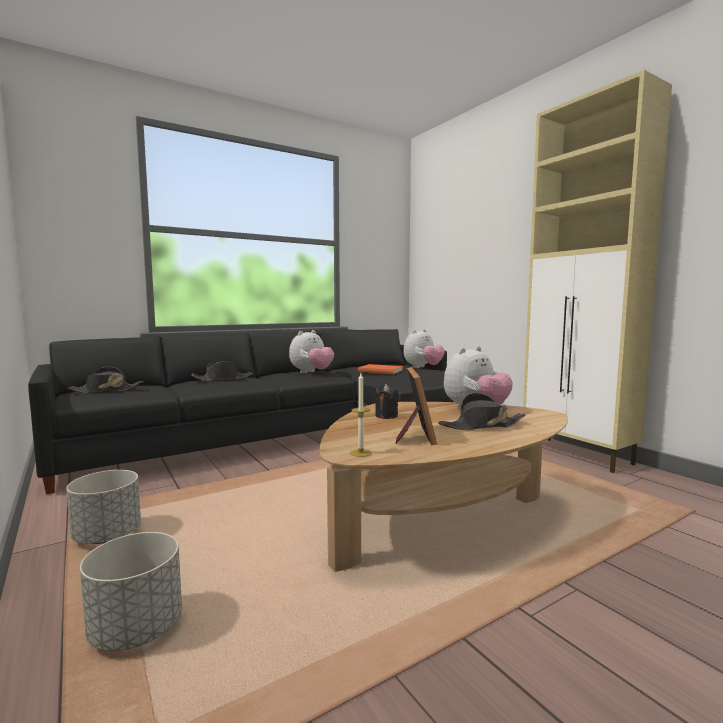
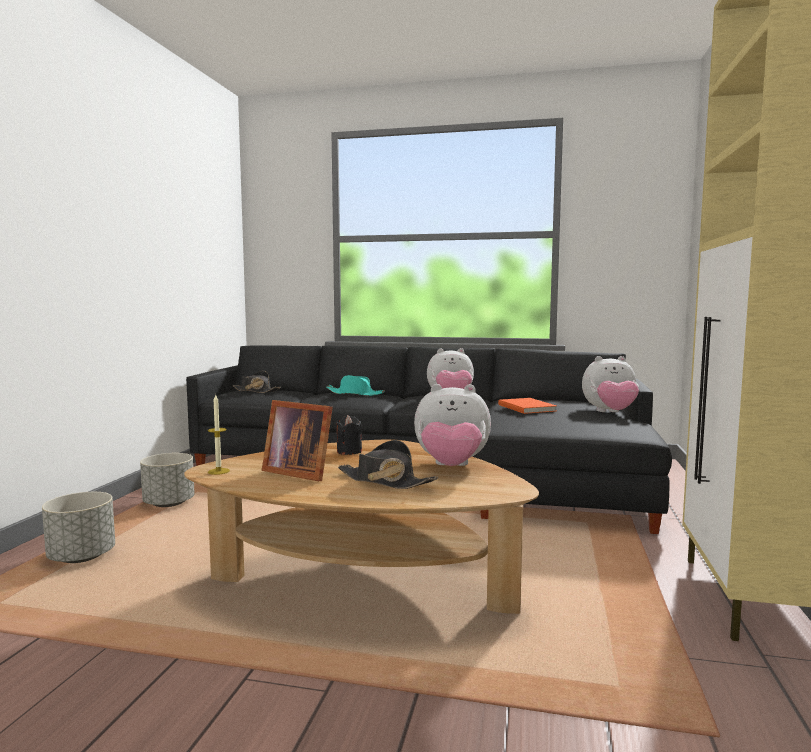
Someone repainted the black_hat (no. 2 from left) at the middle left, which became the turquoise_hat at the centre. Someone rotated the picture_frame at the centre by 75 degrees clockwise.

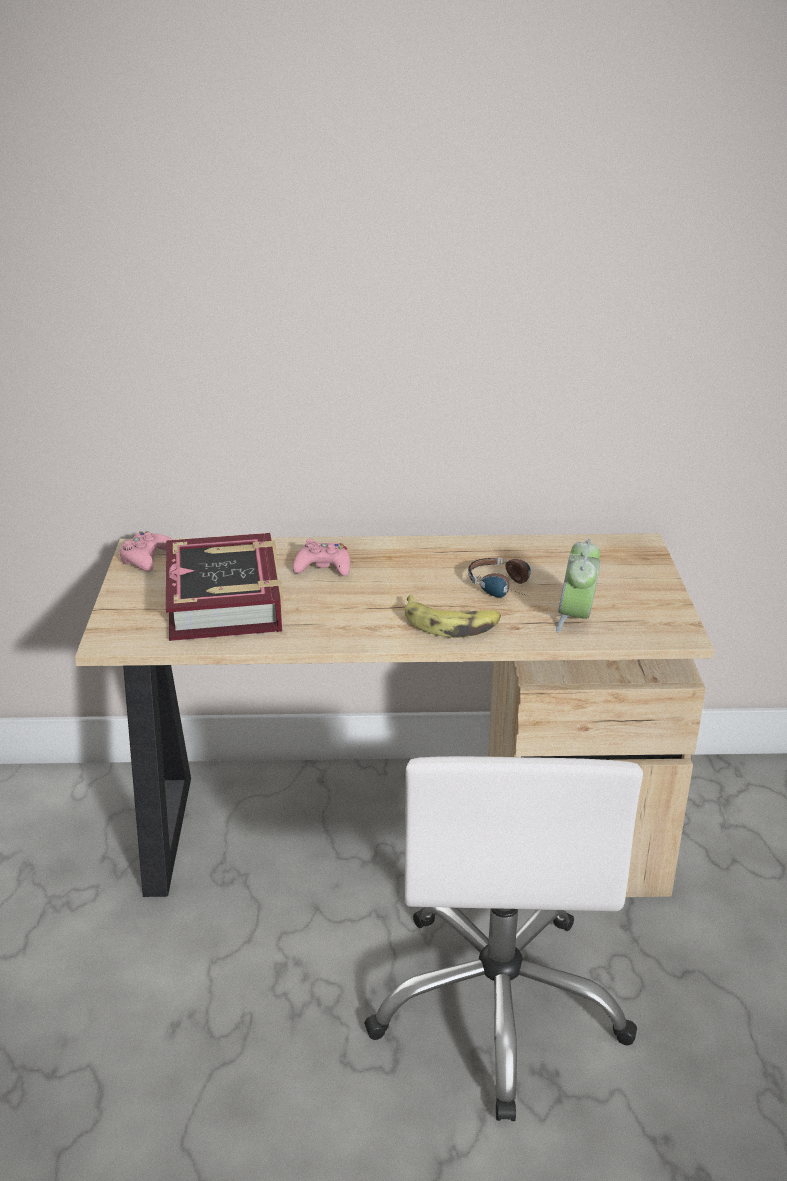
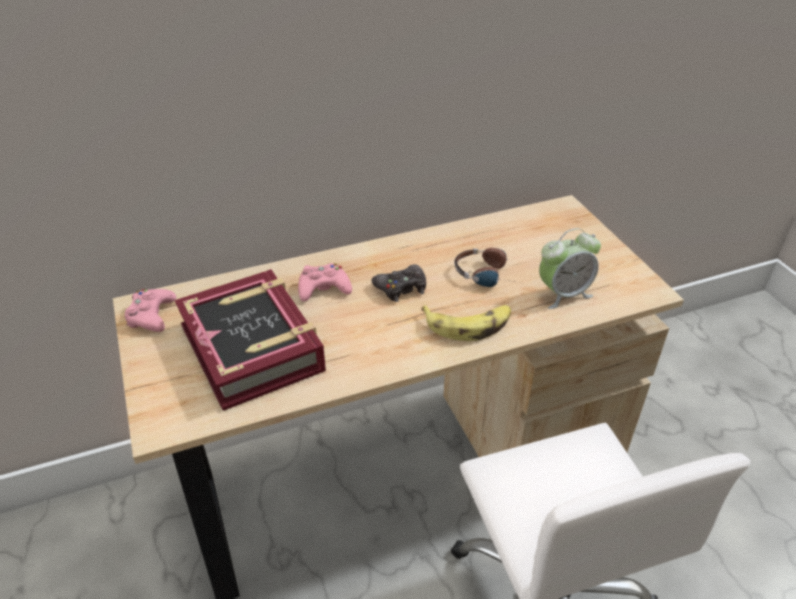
Someone rotated the alarm_clock at the middle right by 105 degrees counterclockwise. Someone put down the black_game_controller at the centre.

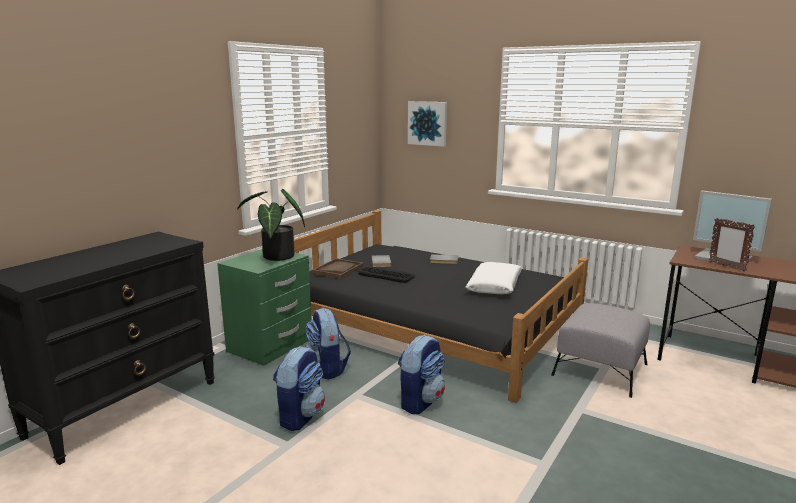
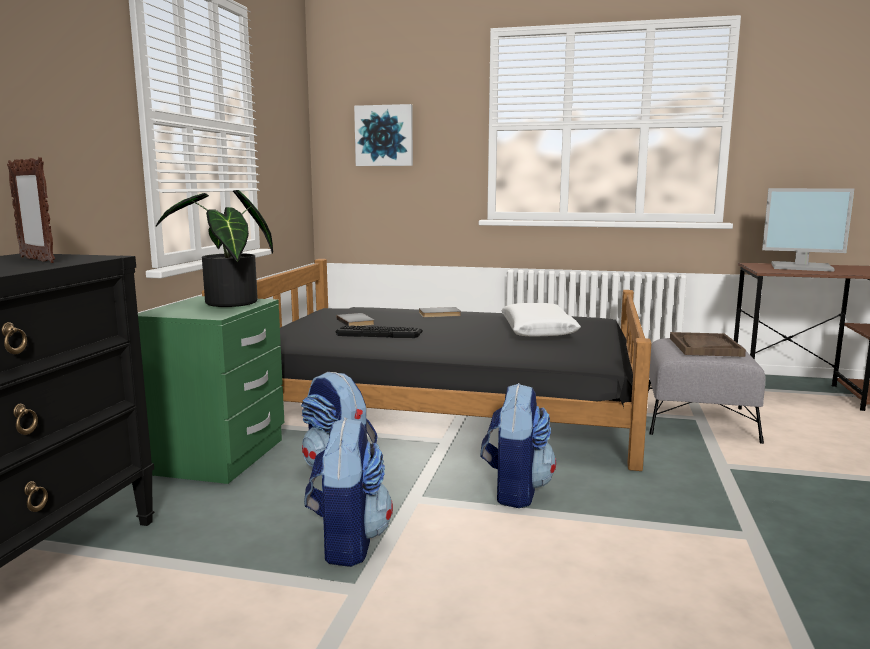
Someone carried the picture_frame from the middle right to the top left. Someone carried the brown_tray from the centre to the middle right.

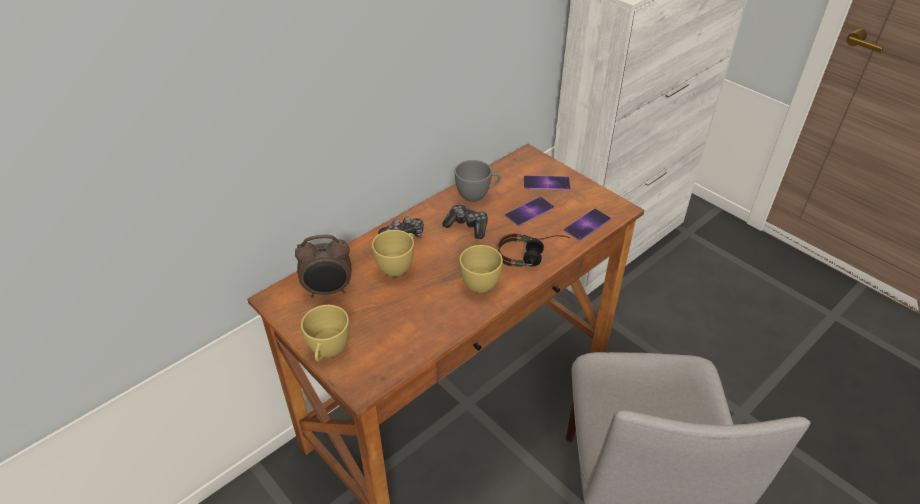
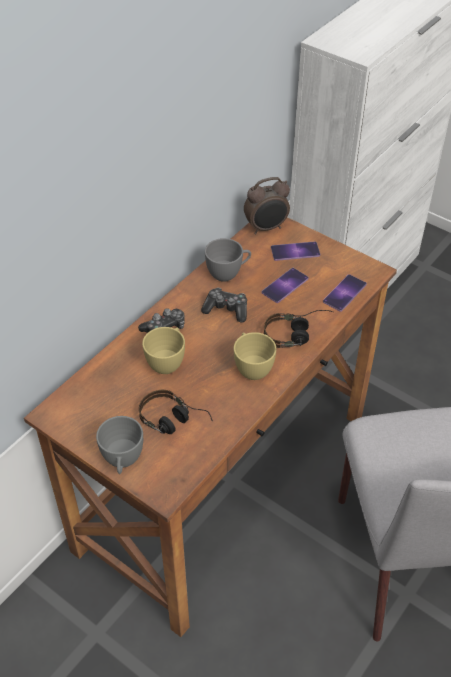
Someone carried the alarm_clock from the centre to the top centre. Someone repainted the yellow_cup (no. 1 from left) at the centre, which became the grey_cup (no. 1 from left) at the middle left. Someone put down the headphones (no. 1 from left) at the centre.

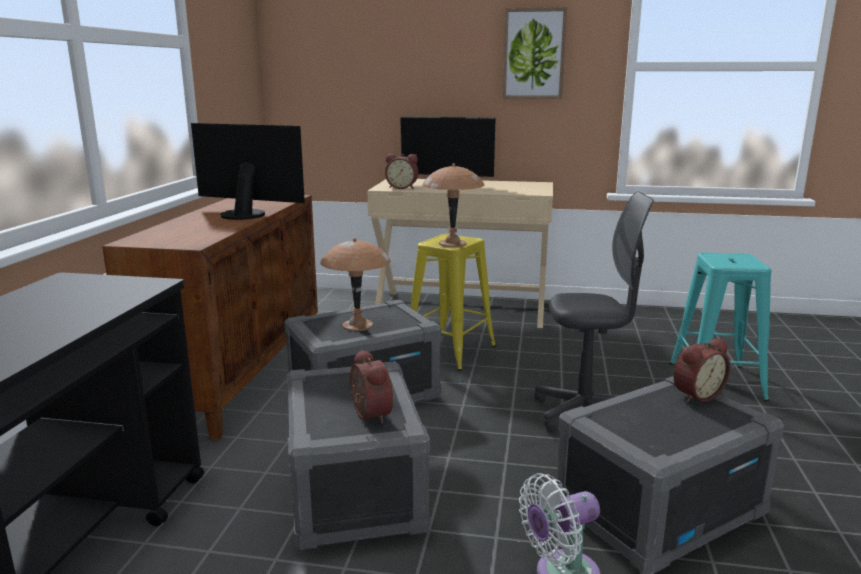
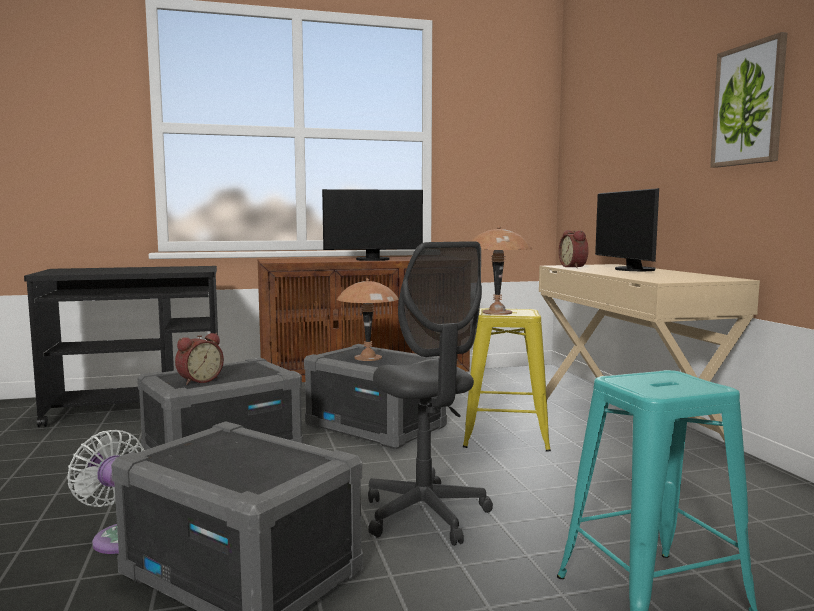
Someone rotated the monitor (no. 1 from left) at the top left by 90 degrees clockwise. Someone took away the alarm_clock (no. 3 from left) at the middle right.

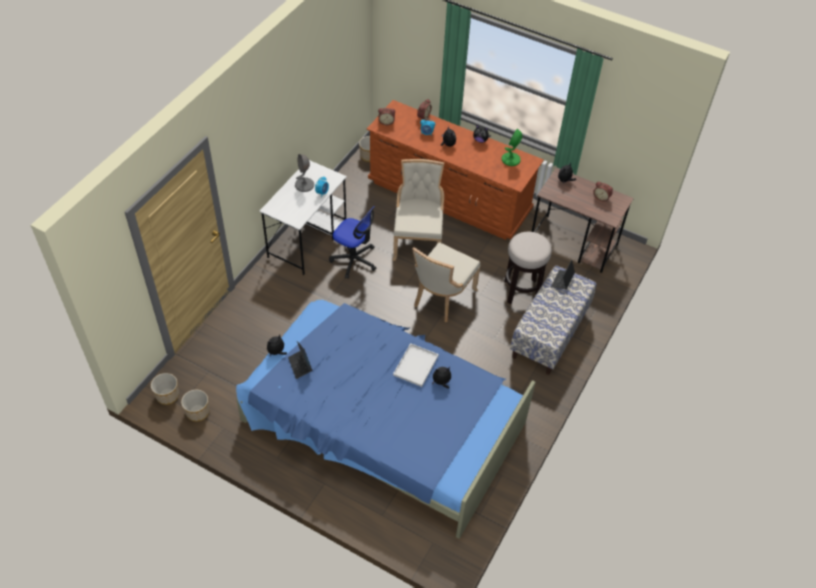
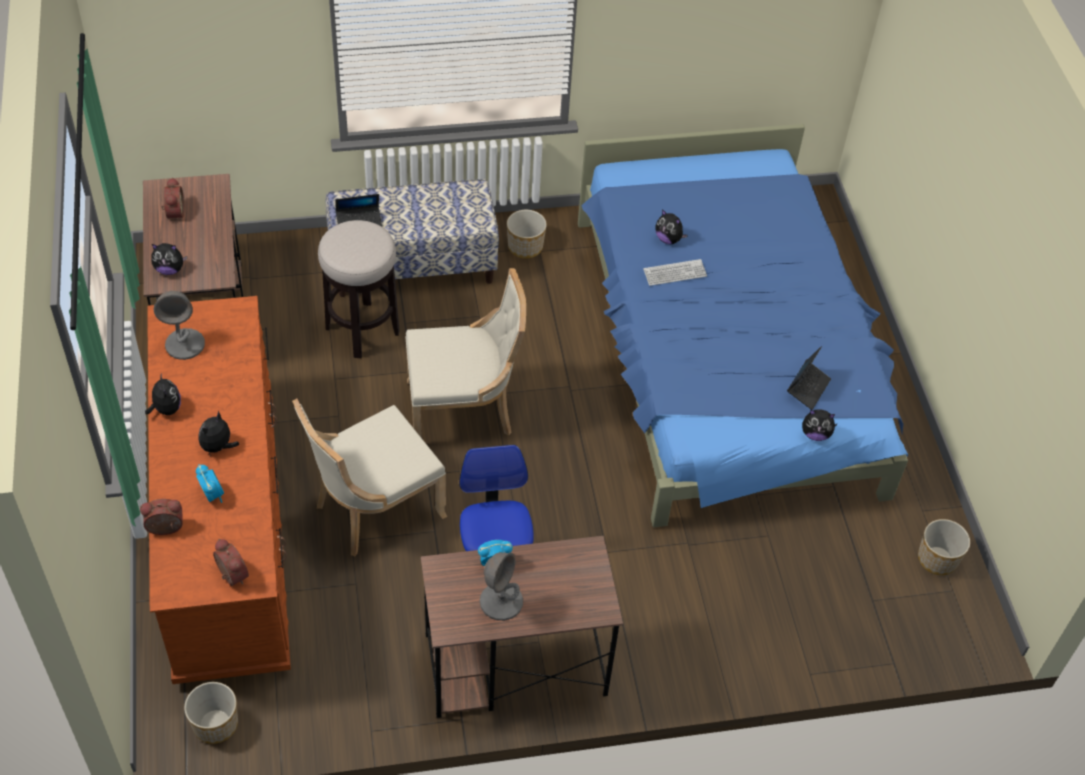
Someone repainted the green_table_lamp at the top centre, which became the grey_table_lamp (no. 1 from left) at the middle left. Someone repainted the white_desk at the centre, which became the brown_desk (no. 2 from left) at the bottom centre. Someone swapped the white_tray at the centre for the keyboard at the centre. Someone carried the planter (no. 1 from left in the first image) from the middle left to the top centre.

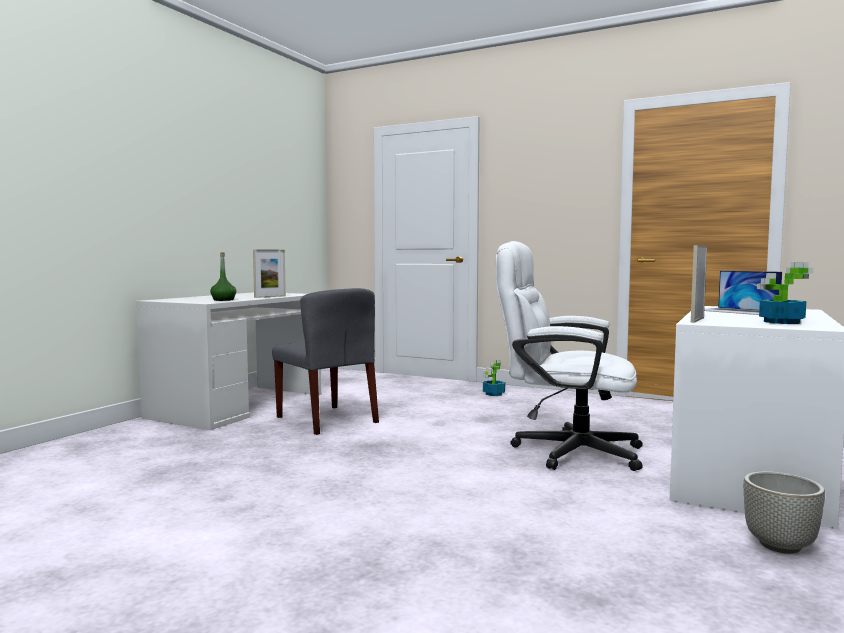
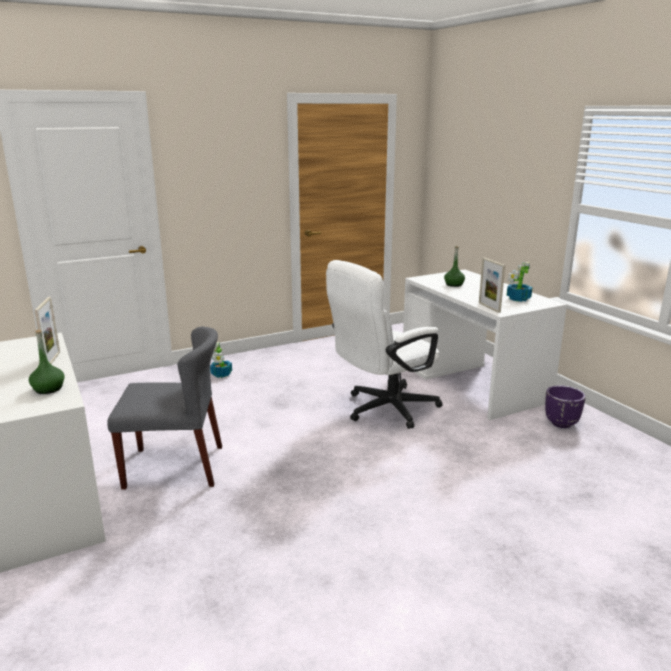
Someone swapped the laptop at the middle right for the green_bottle (no. 2 from left) at the middle right. Someone repainted the grey_planter at the bottom right, which became the purple_planter at the middle right.

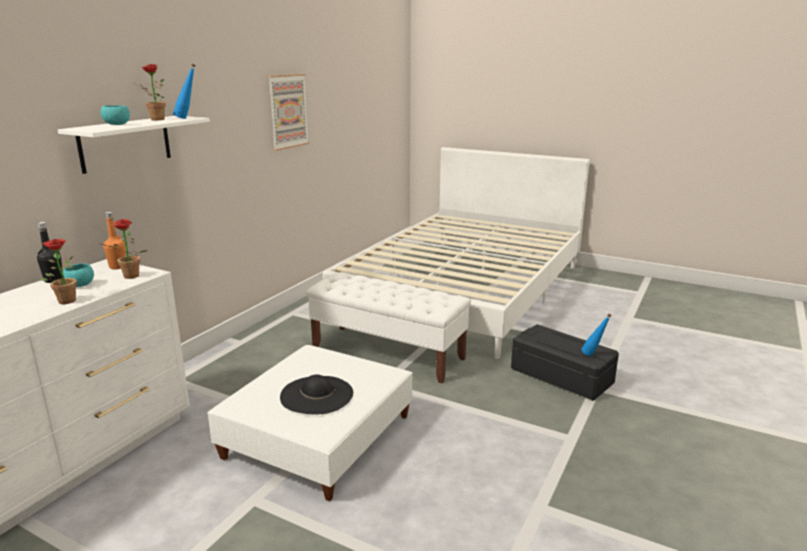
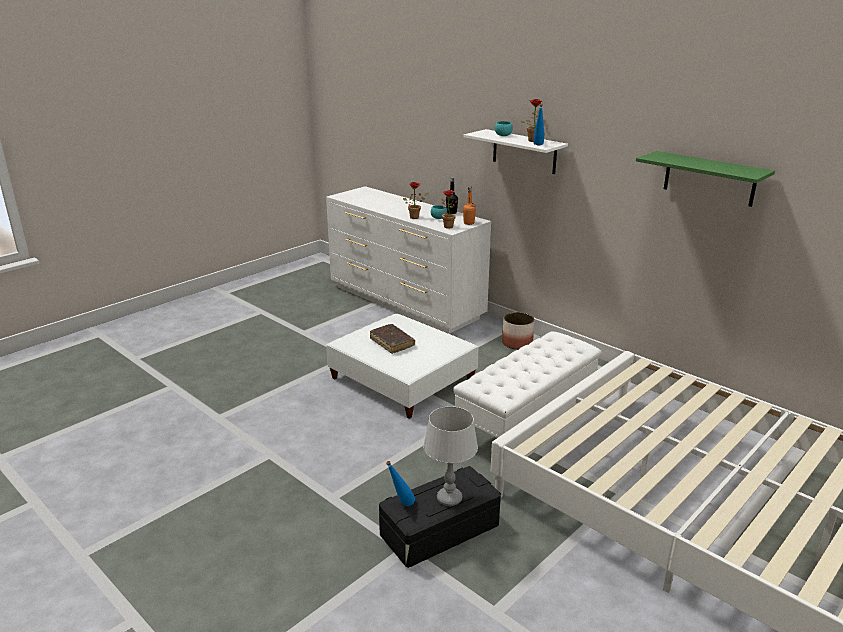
Someone swapped the picture at the top centre for the green_shelf at the top right. Someone swapped the black_hat at the bottom centre for the brown_book at the centre. Someone put down the planter at the centre. Someone put down the grey_table_lamp at the bottom centre.

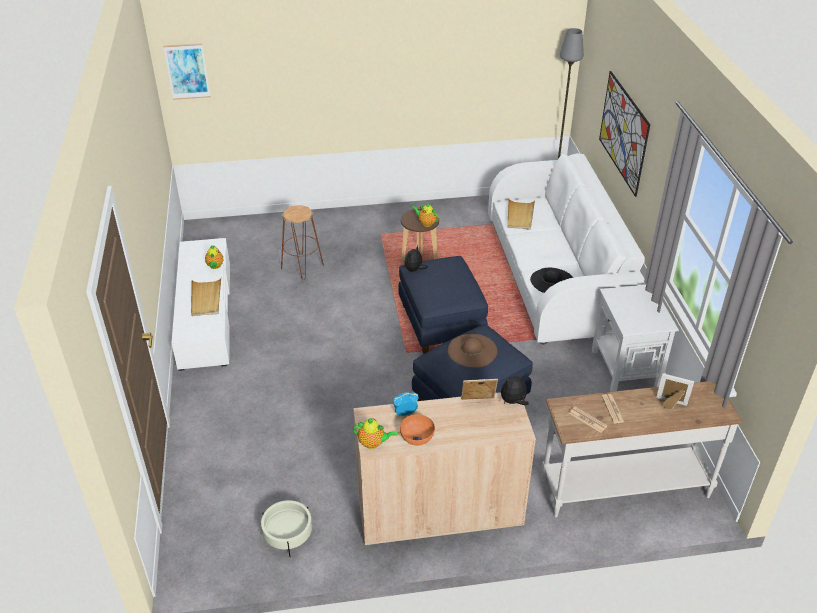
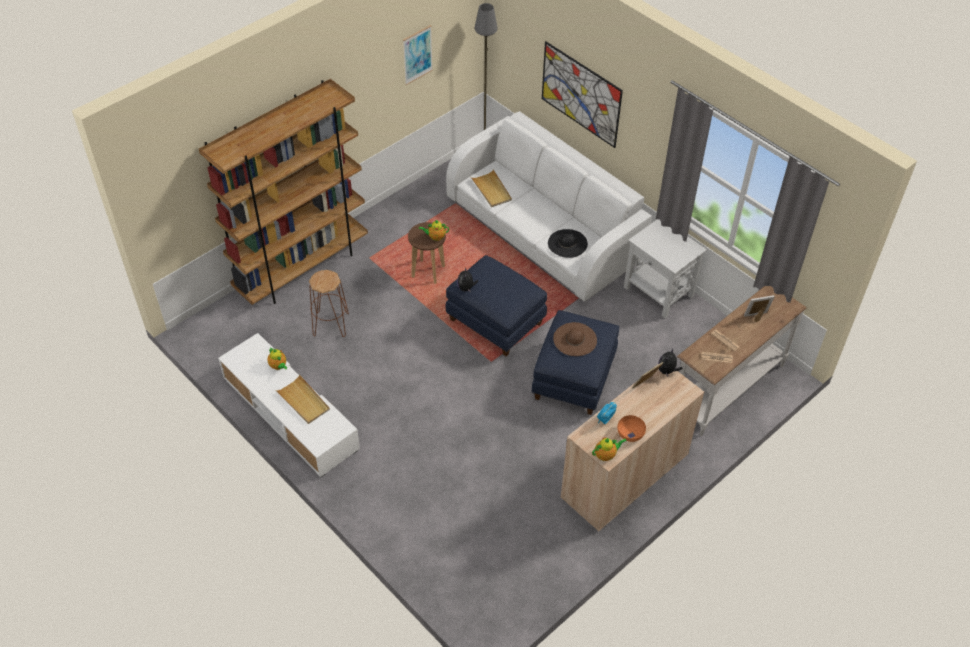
Someone carried the picture (no. 1 from left) from the top left to the top centre. Someone took away the beige_planter at the bottom centre. Someone put down the brown_bookcase at the top left.

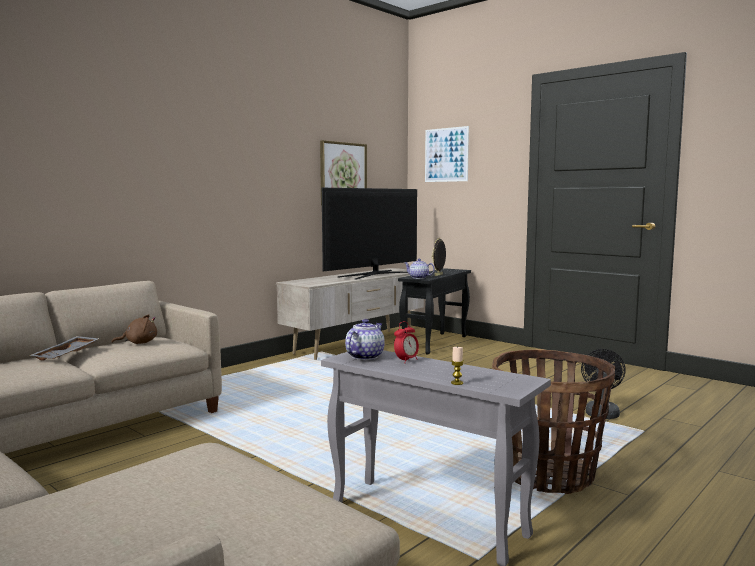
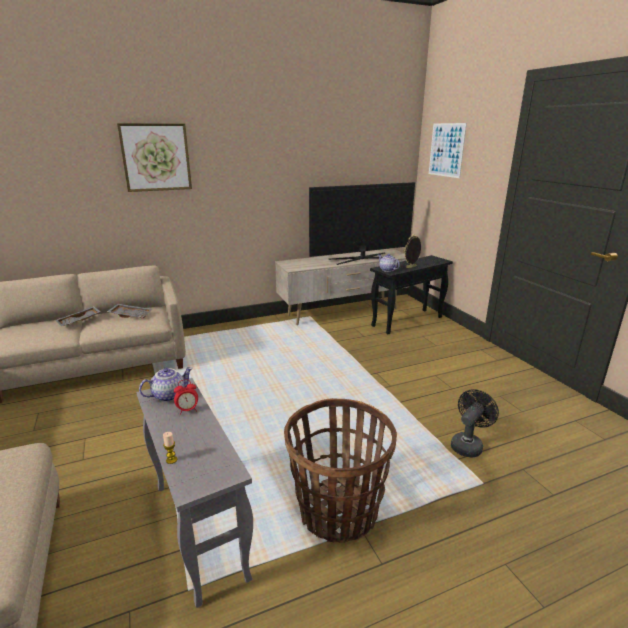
Someone carried the picture (no. 1 from left) from the top centre to the top left. Someone swapped the brown_plush_toy at the middle left for the grey_tray (no. 2 from left) at the middle left.

